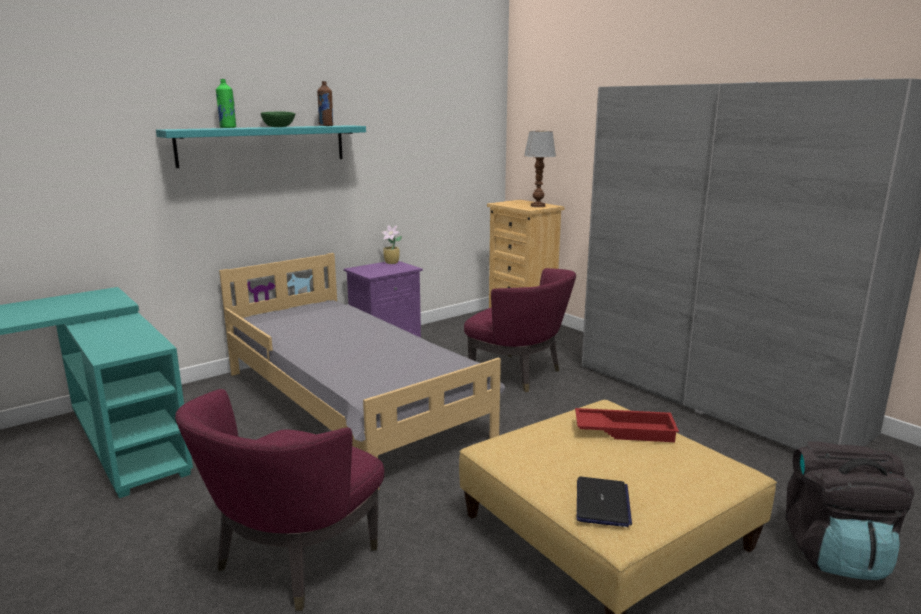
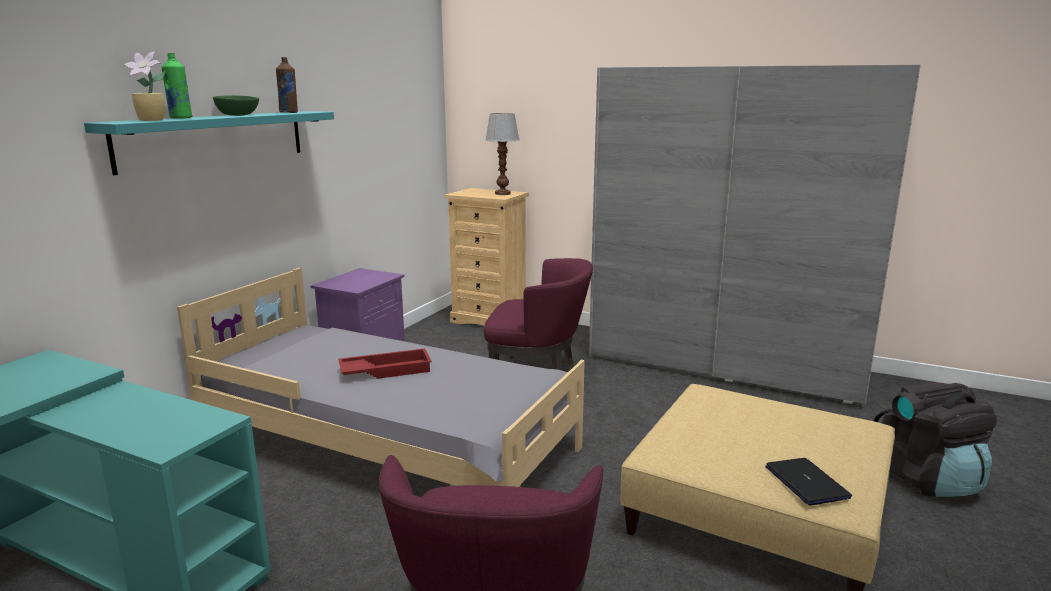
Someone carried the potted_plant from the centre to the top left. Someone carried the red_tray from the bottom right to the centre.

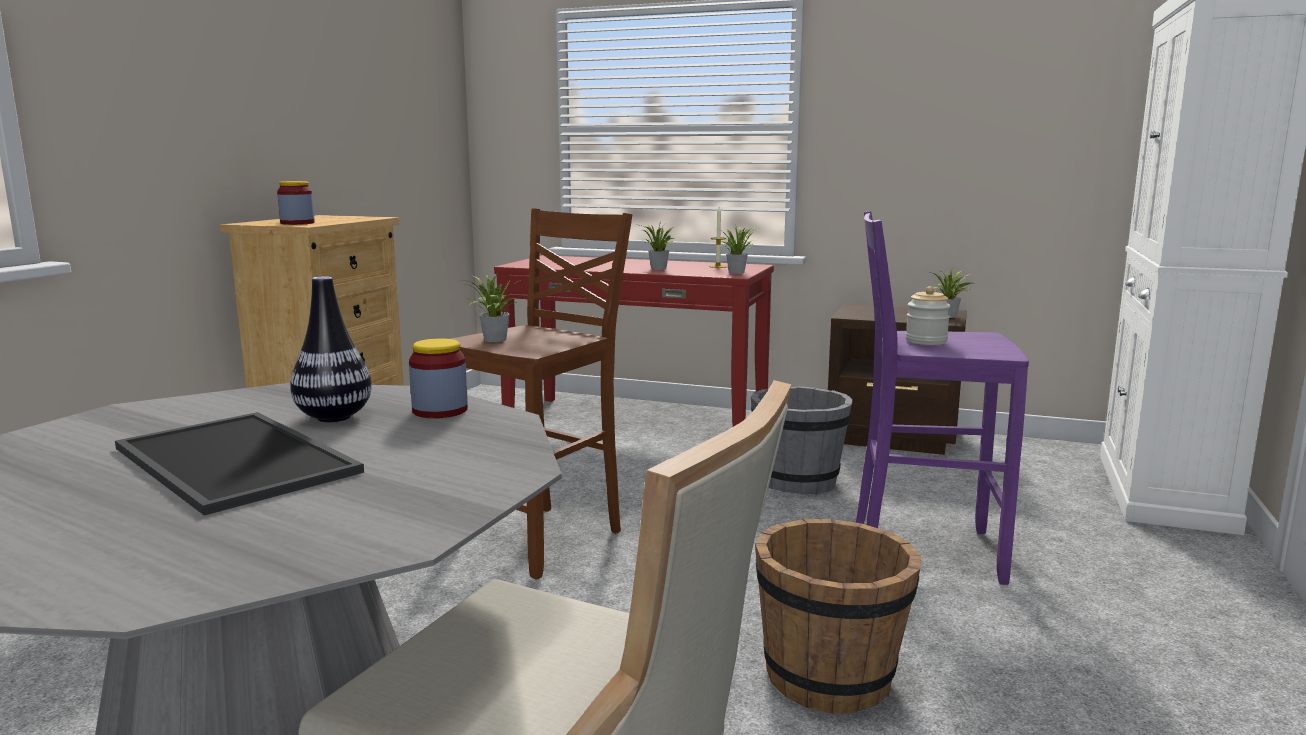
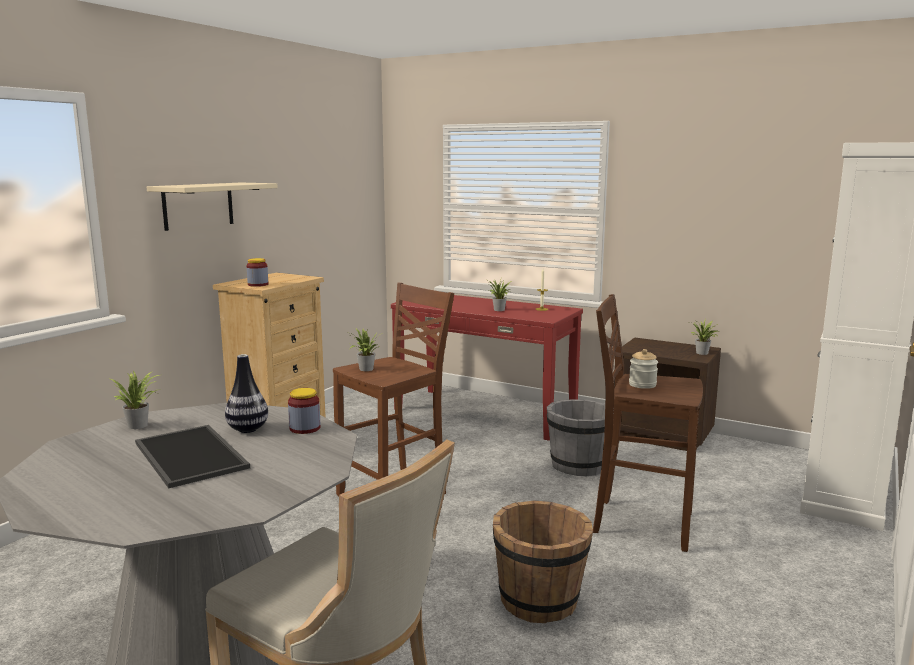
Someone repainted the purple_stool at the middle right, which became the brown_stool (no. 2 from left) at the middle right. Someone carried the potted_plant (no. 3 from left in the first image) from the centre to the middle left. Someone put up the beige_shelf at the top left.

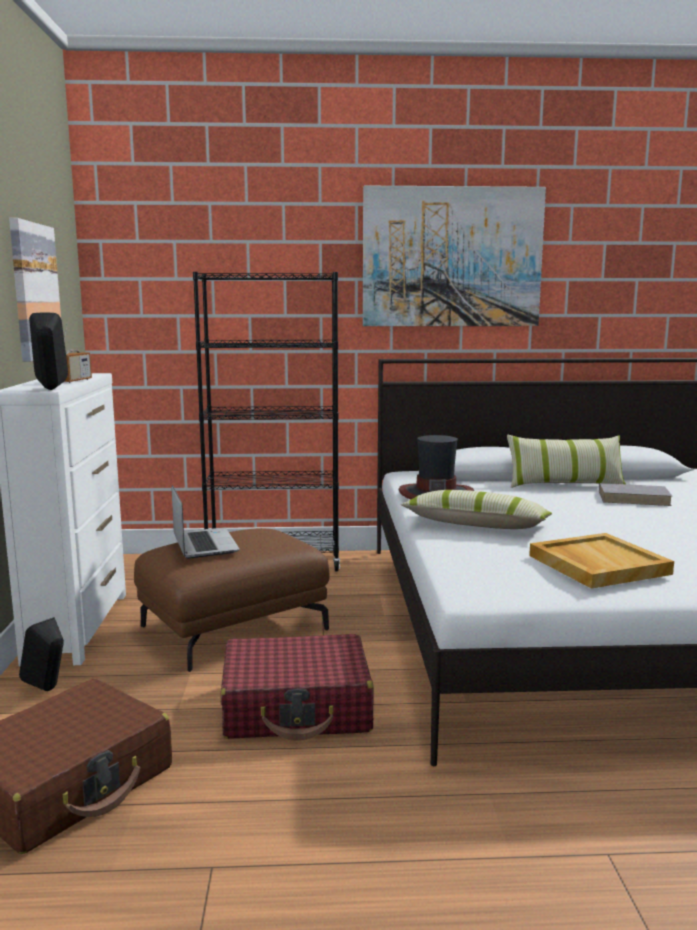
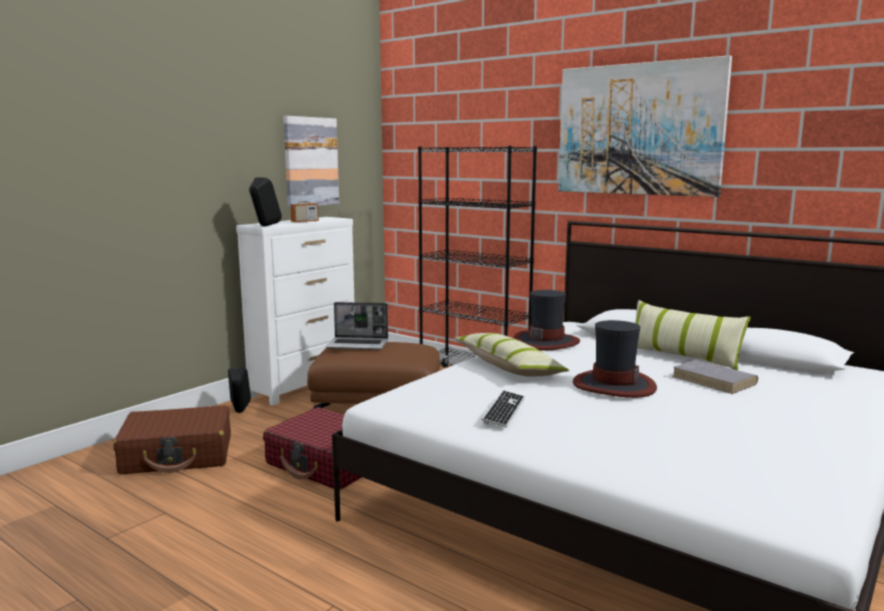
Someone rotated the laptop at the middle left by 75 degrees clockwise. Someone swapped the beige_tray at the middle right for the keyboard at the bottom centre. Someone put down the hat (no. 2 from left) at the middle right.

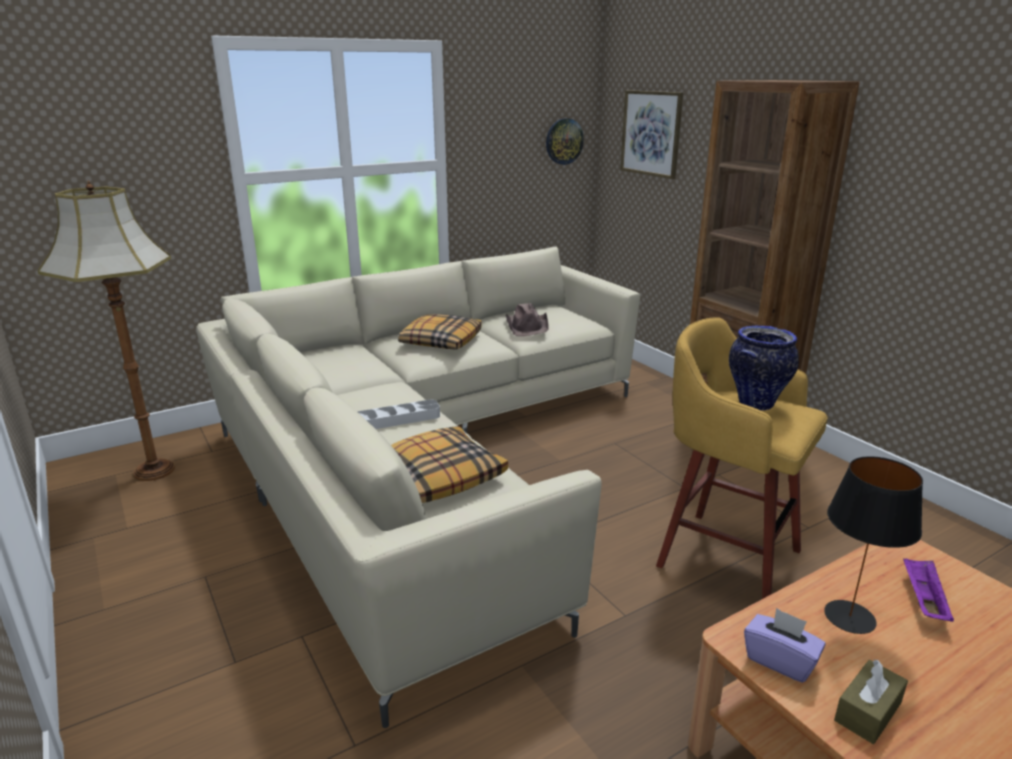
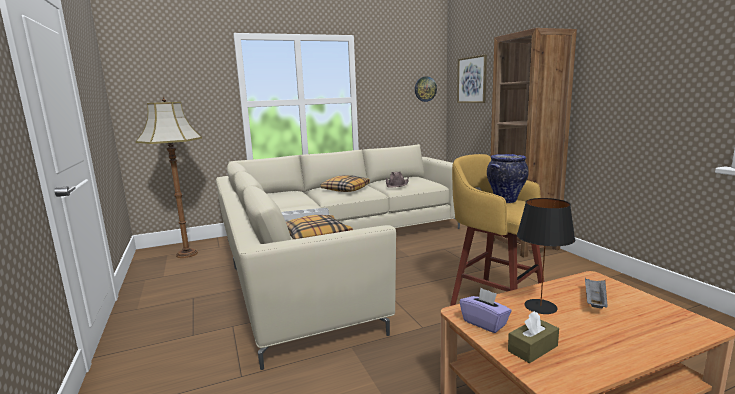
Someone repainted the purple_tray at the bottom right, which became the grey_tray (no. 2 from left) at the bottom right.

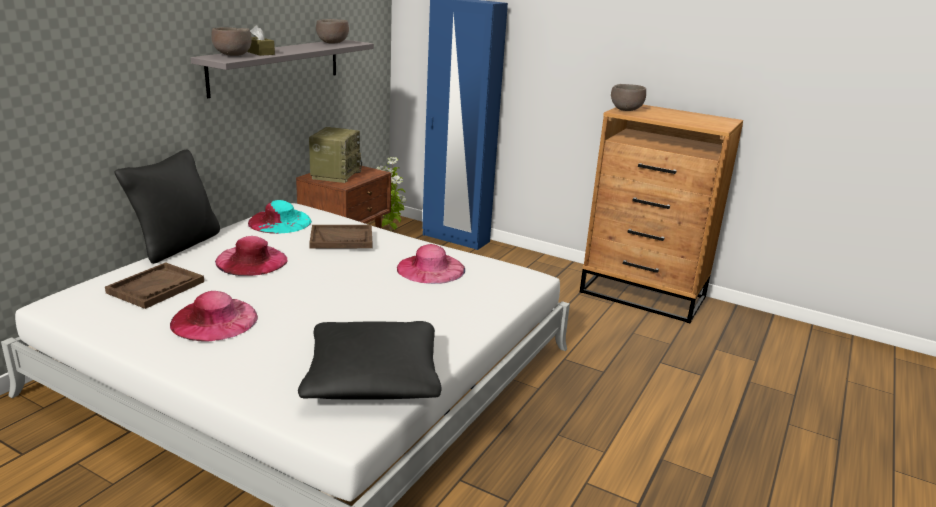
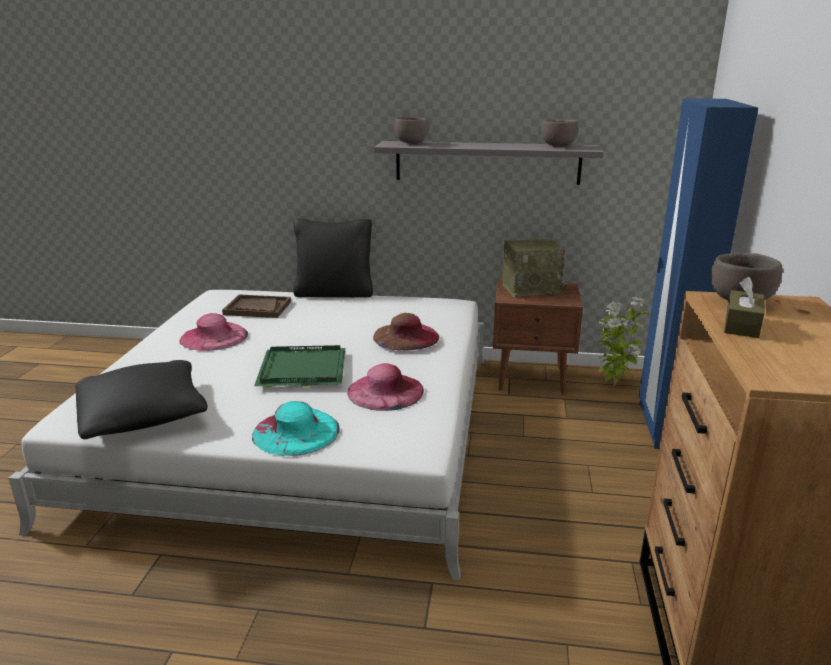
Someone carried the brown_tissue_box from the top left to the middle right. Someone carried the turquoise_hat from the middle left to the centre. Someone swapped the brown_tray (no. 2 from left) at the centre for the brown_hat at the centre. Someone took away the pink_hat (no. 2 from left) at the middle left. Someone put down the green_tray at the centre.

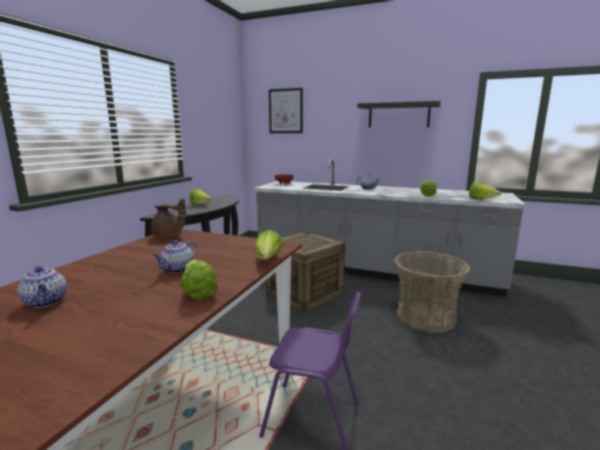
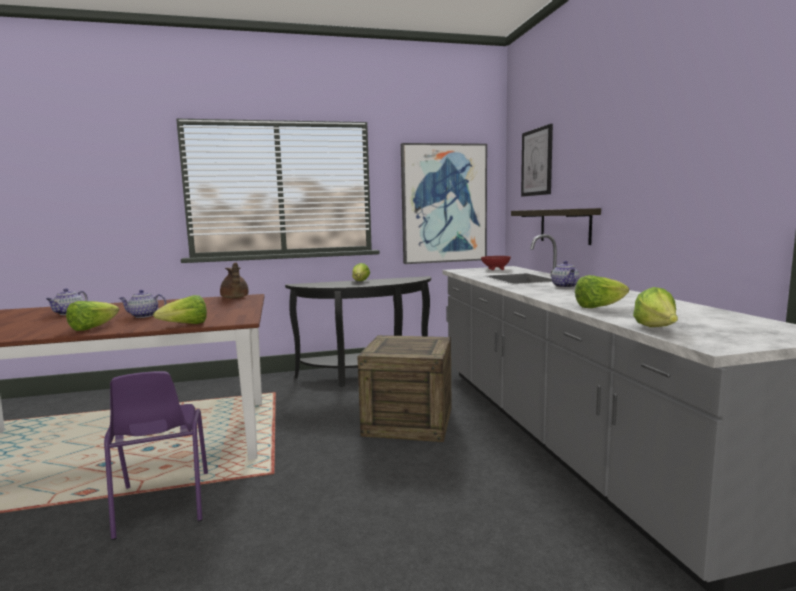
Someone carried the shelf from the top centre to the middle right. Someone took away the basket at the middle right. Someone put up the picture (no. 1 from left) at the centre.

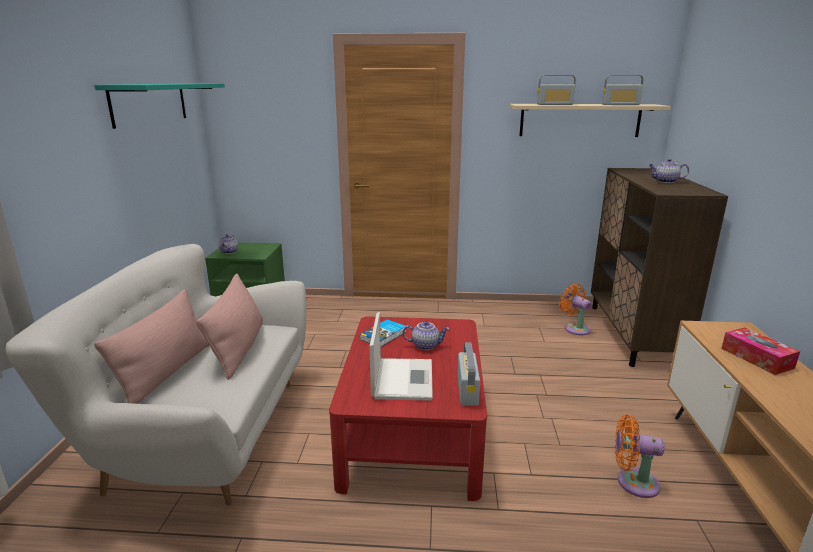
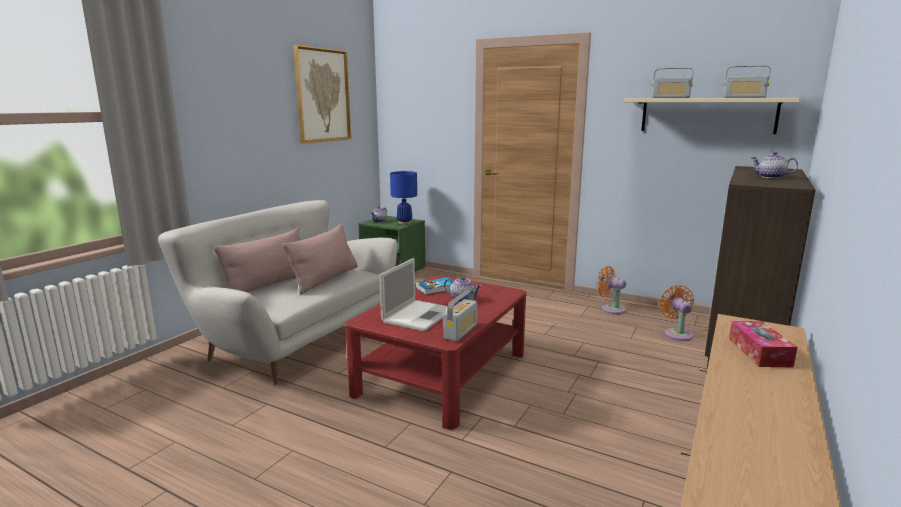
Someone swapped the turquoise_shelf at the top left for the picture at the top centre. Someone carried the orange_fan (no. 2 from left in the first image) from the bottom right to the middle right. Someone put down the blue_table_lamp at the centre.

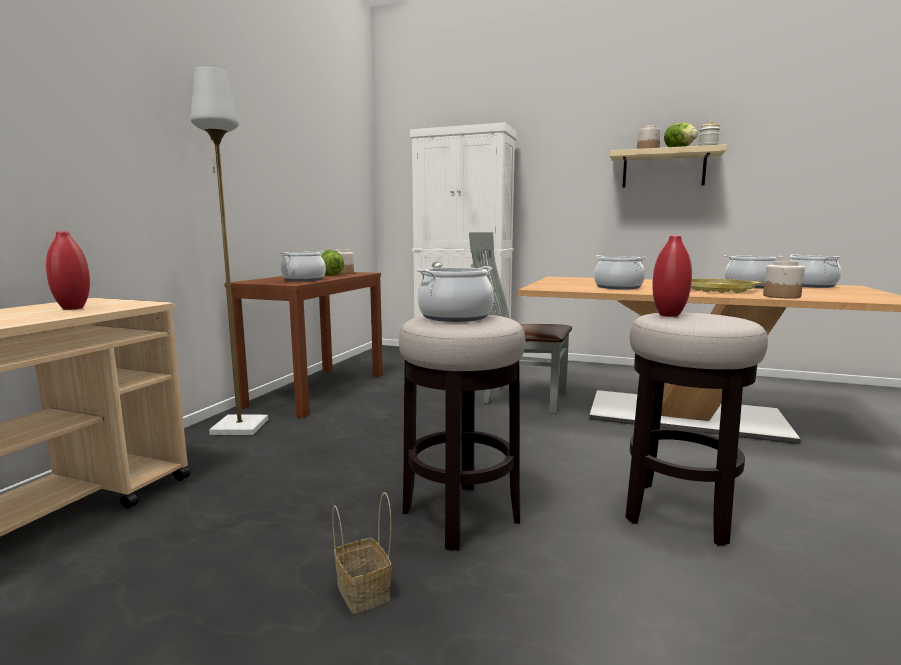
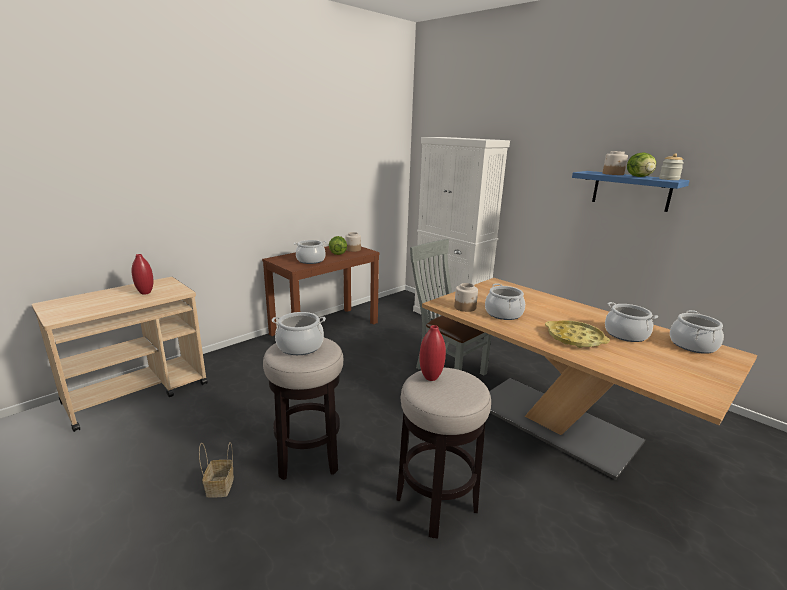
Someone took away the grey_floor_lamp at the middle left. Someone repainted the beige_shelf at the top right, which became the blue_shelf at the top right. Someone carried the jar (no. 4 from left in the first image) from the middle right to the centre.

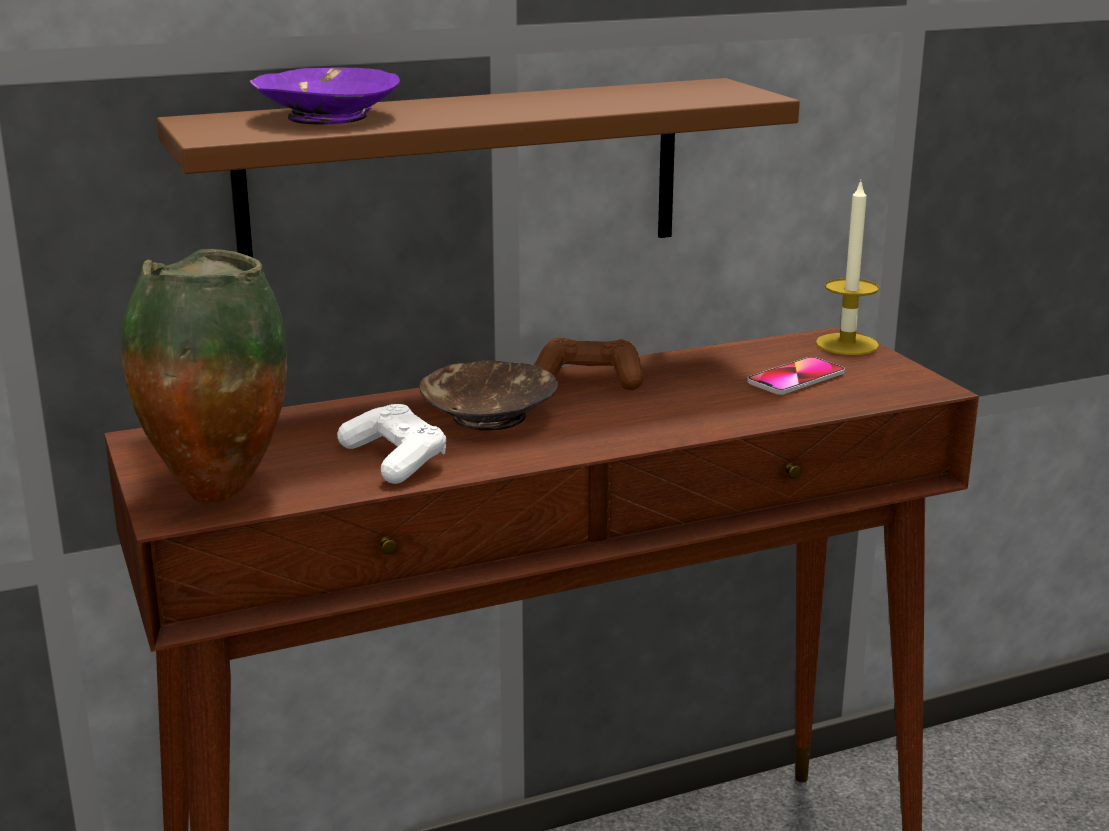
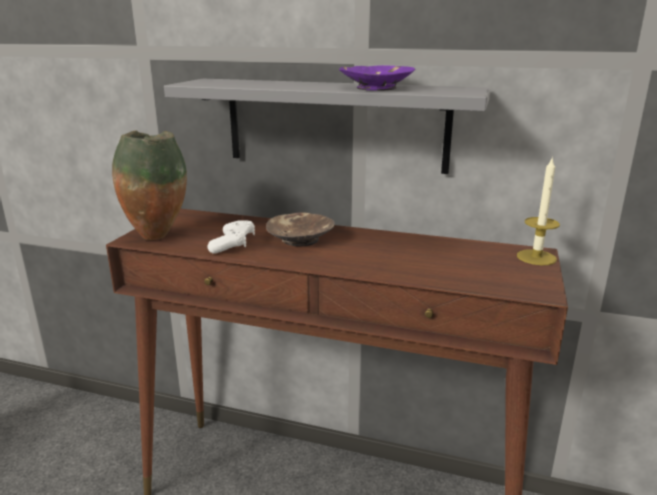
Someone carried the purple_bowl from the top left to the top centre. Someone repainted the brown_shelf at the top centre, which became the grey_shelf at the top centre. Someone took away the brown_game_controller at the centre. Someone took away the phone at the middle right.

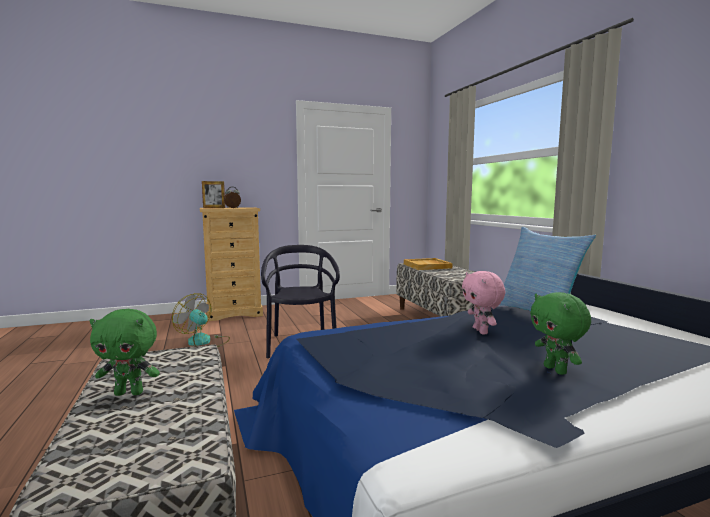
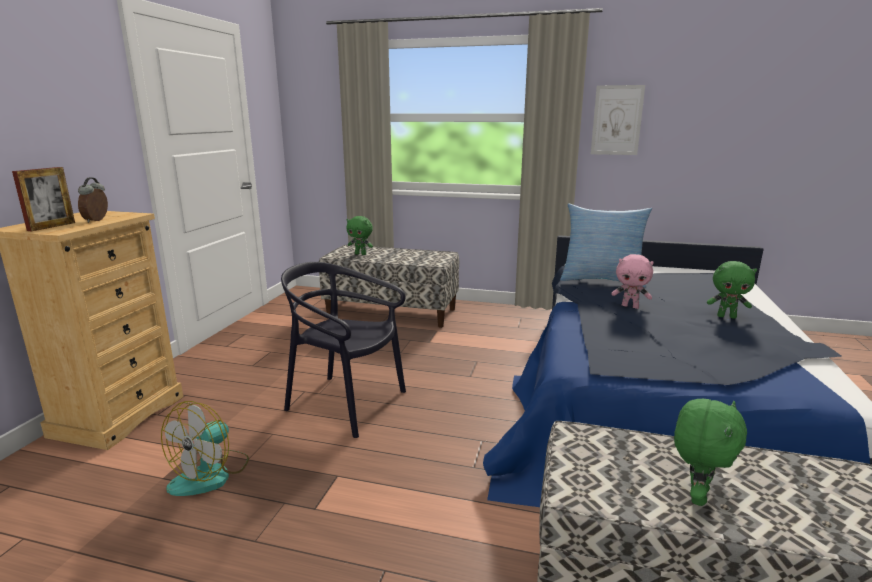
Someone swapped the beige_tray at the centre for the green_plush_toy (no. 1 from left) at the centre. Someone rotated the fan at the middle left by 45 degrees counterclockwise. Someone put up the picture at the top right.

